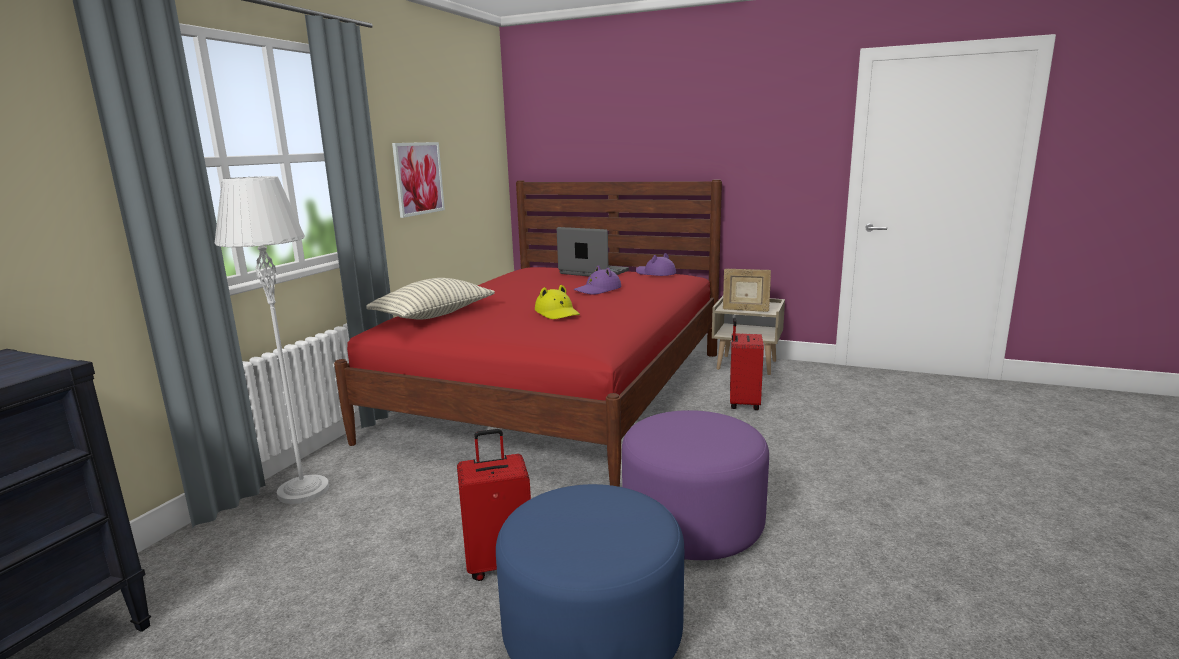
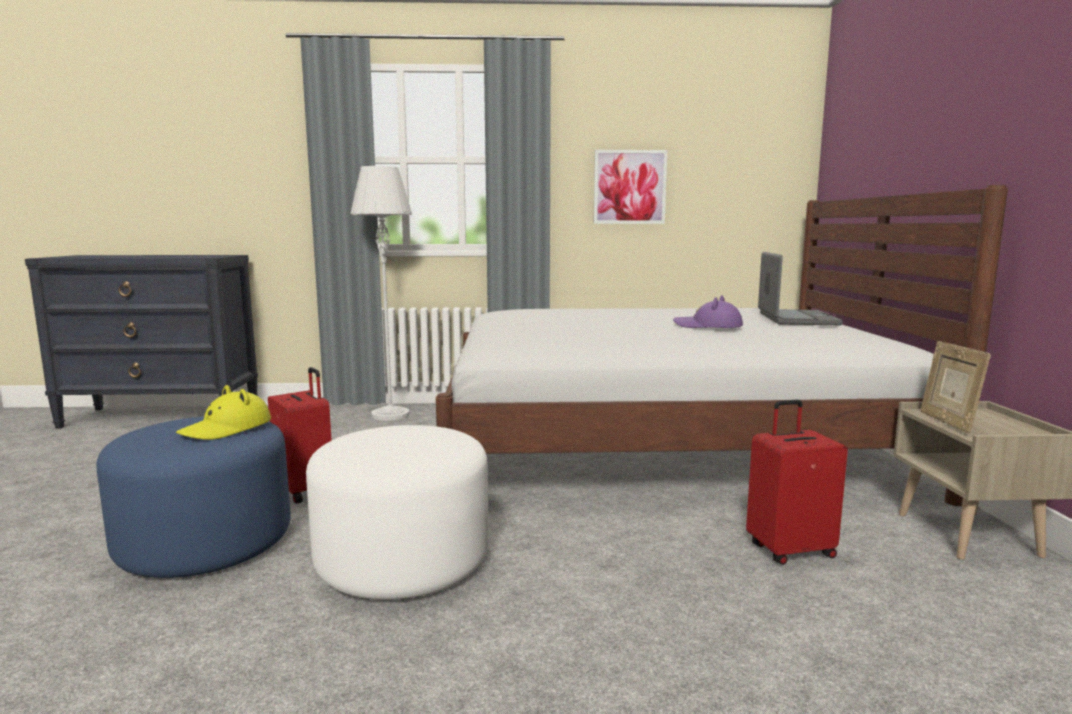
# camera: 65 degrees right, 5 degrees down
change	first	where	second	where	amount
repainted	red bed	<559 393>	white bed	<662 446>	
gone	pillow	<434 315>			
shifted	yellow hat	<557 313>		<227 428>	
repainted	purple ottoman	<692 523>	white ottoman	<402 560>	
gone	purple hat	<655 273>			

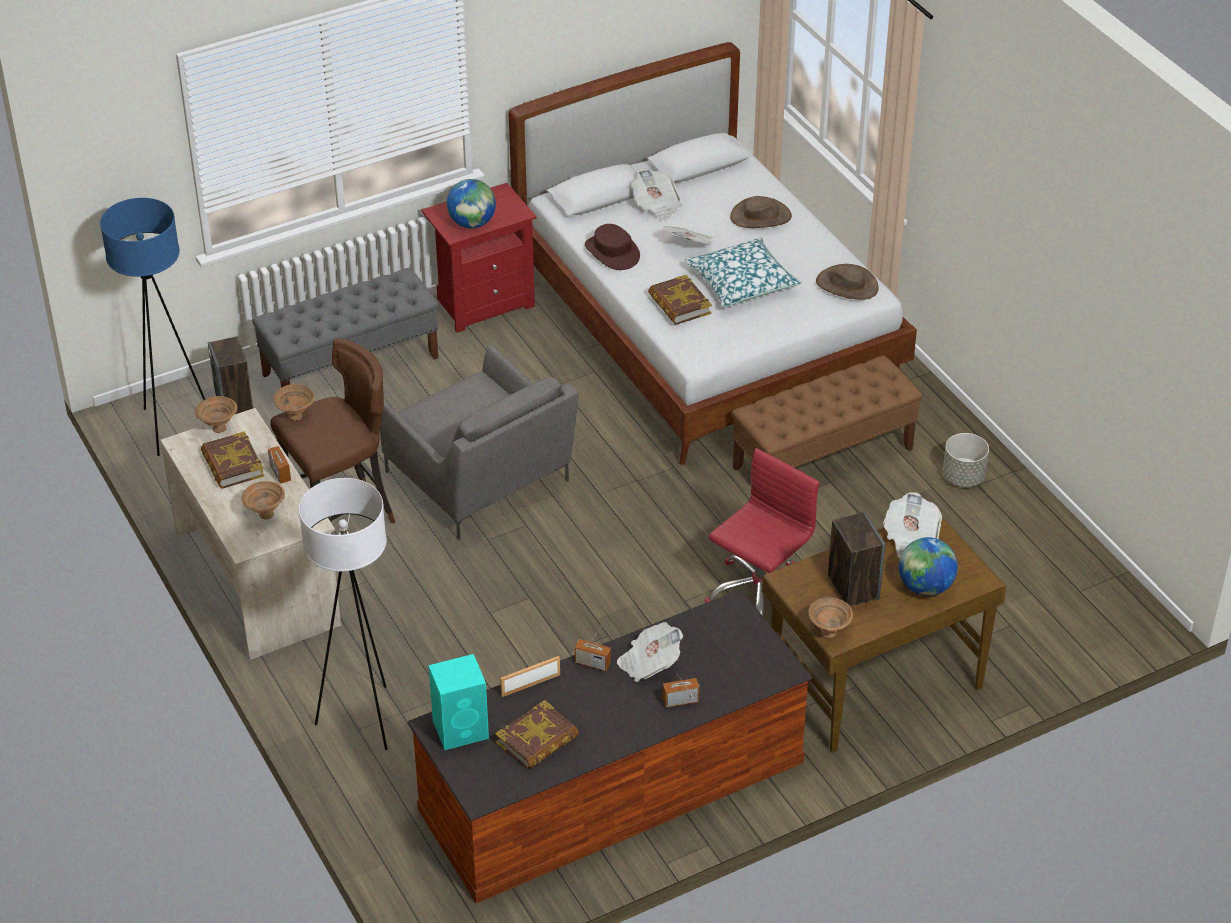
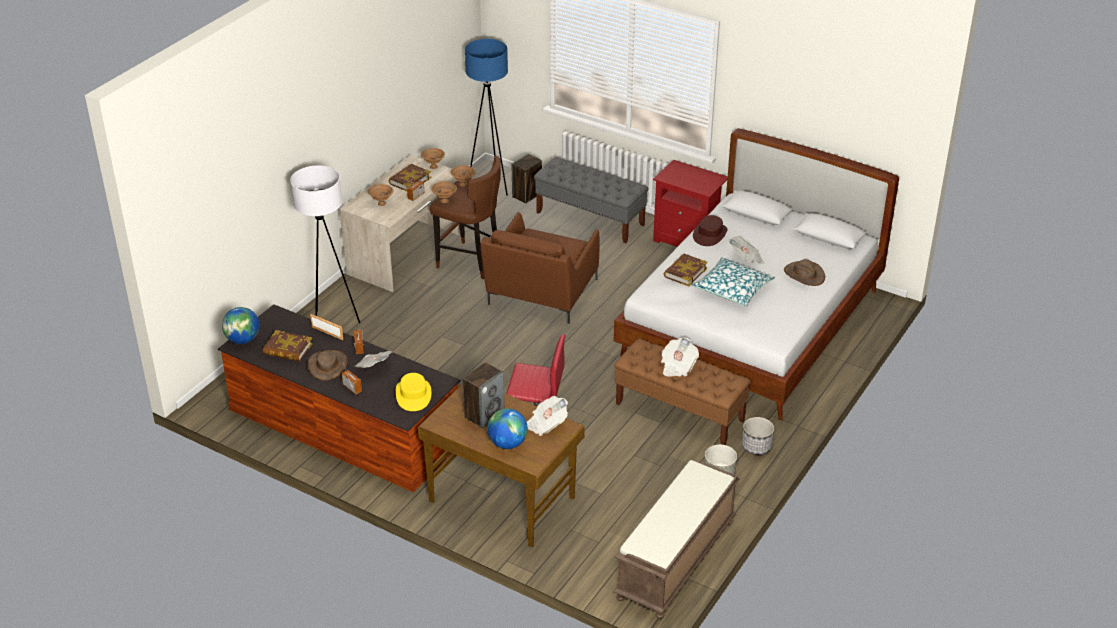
# camera: 60 degrees right, 5 degrees down
change	first	where	second	where	amount
repainted	grey armchair	<480 481>	brown armchair	<540 294>	
gone	turquoise speaker	<462 729>			
shifted	globe	<472 223>		<243 340>	
shifted	newspaper	<656 206>		<677 366>	
shifted	brown bowl	<828 632>		<445 201>	
shifted	brown hat	<847 285>		<328 365>	
new			yellow hat	<413 395>	
new			brown bench	<676 560>	
new			planter	<756 447>	

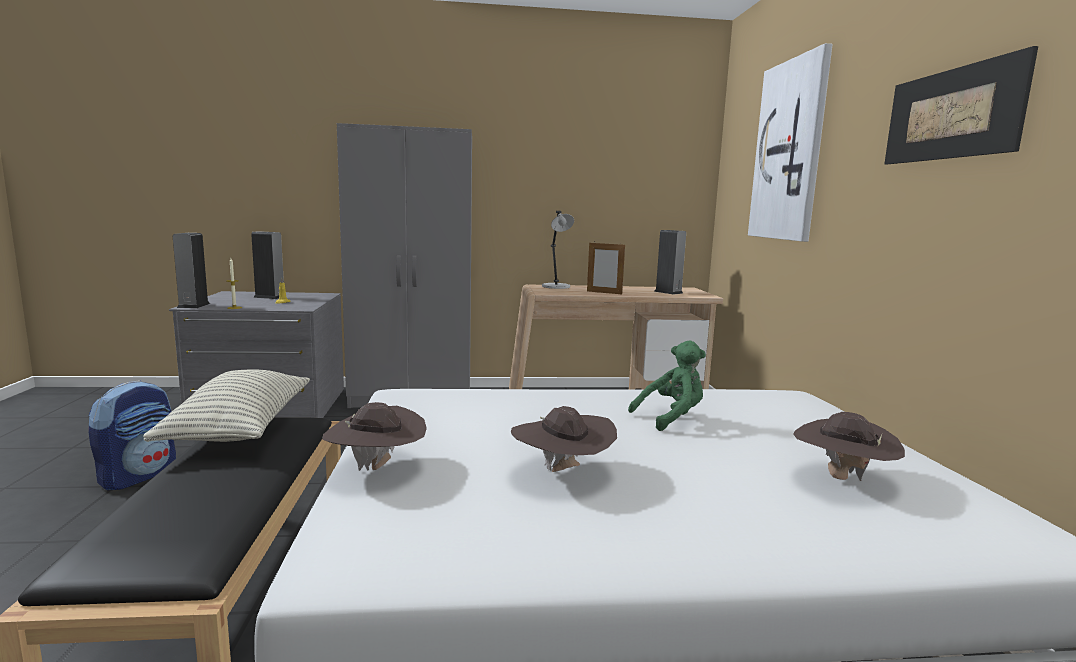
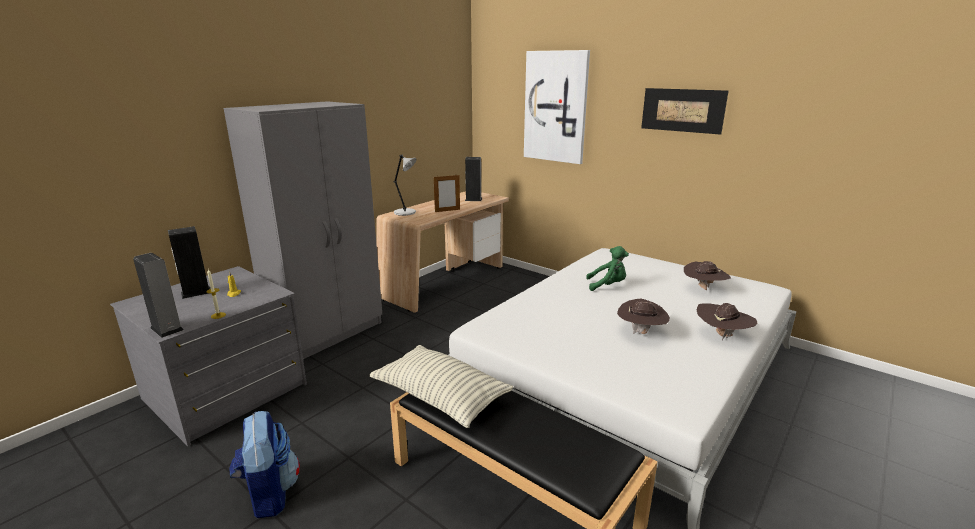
# camera: 45 degrees left, 10 degrees up
change	first	where	second	where	amount
shifted	brown hat	<377 468>		<722 335>	
rotated	green plush toy	<671 418>		<607 285>	75 degrees clockwise

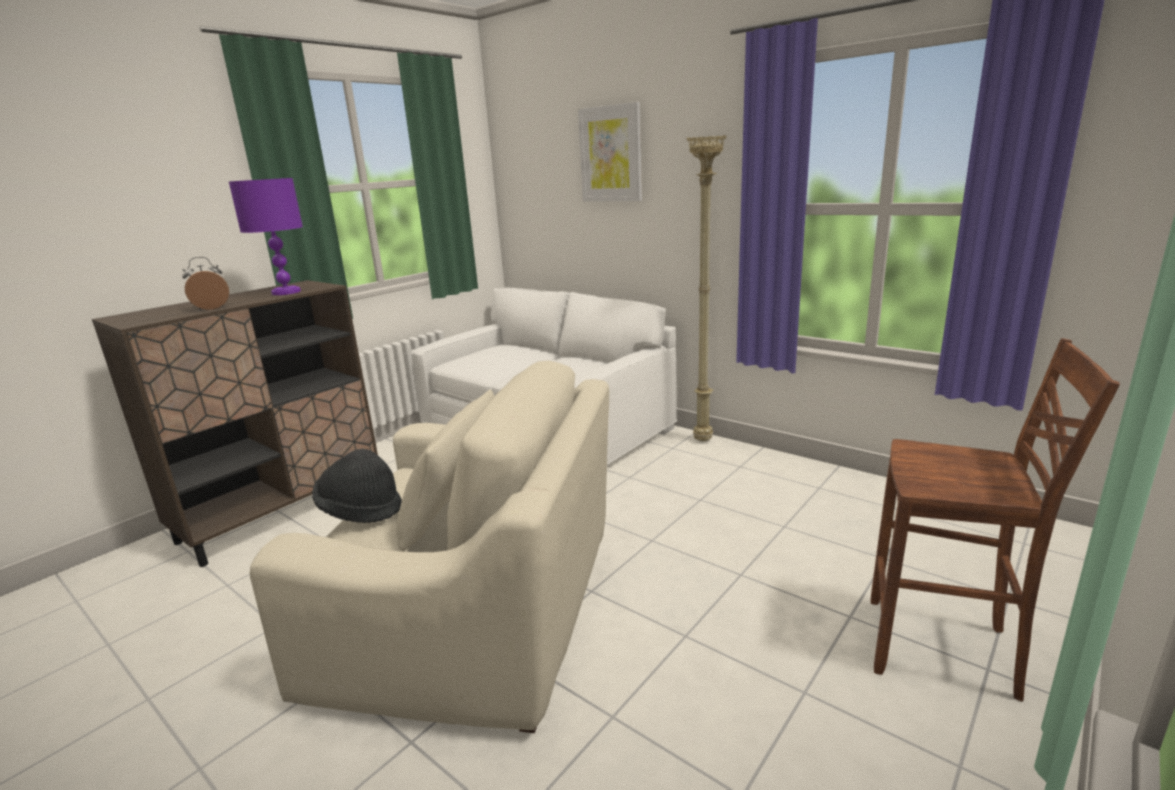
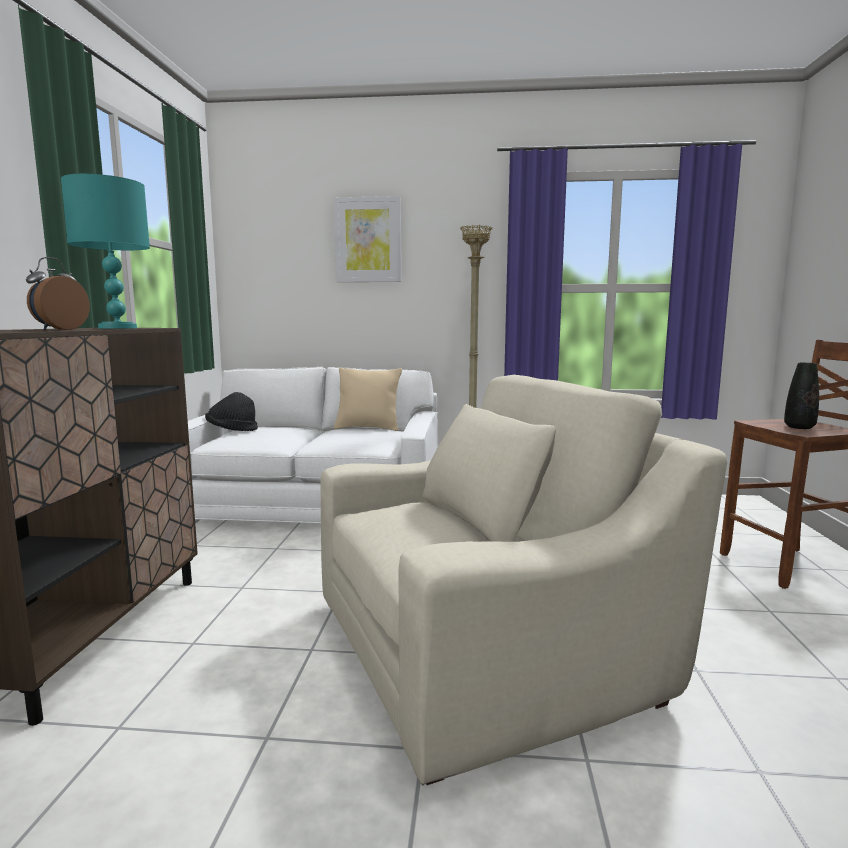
# camera: 35 degrees left, 10 degrees down
change	first	where	second	where	amount
repainted	purple table lamp	<285 292>	turquoise table lamp	<117 328>	
shifted	black hat	<360 510>		<232 431>	
new			beige pillow	<368 428>	
new			black vase	<799 427>	

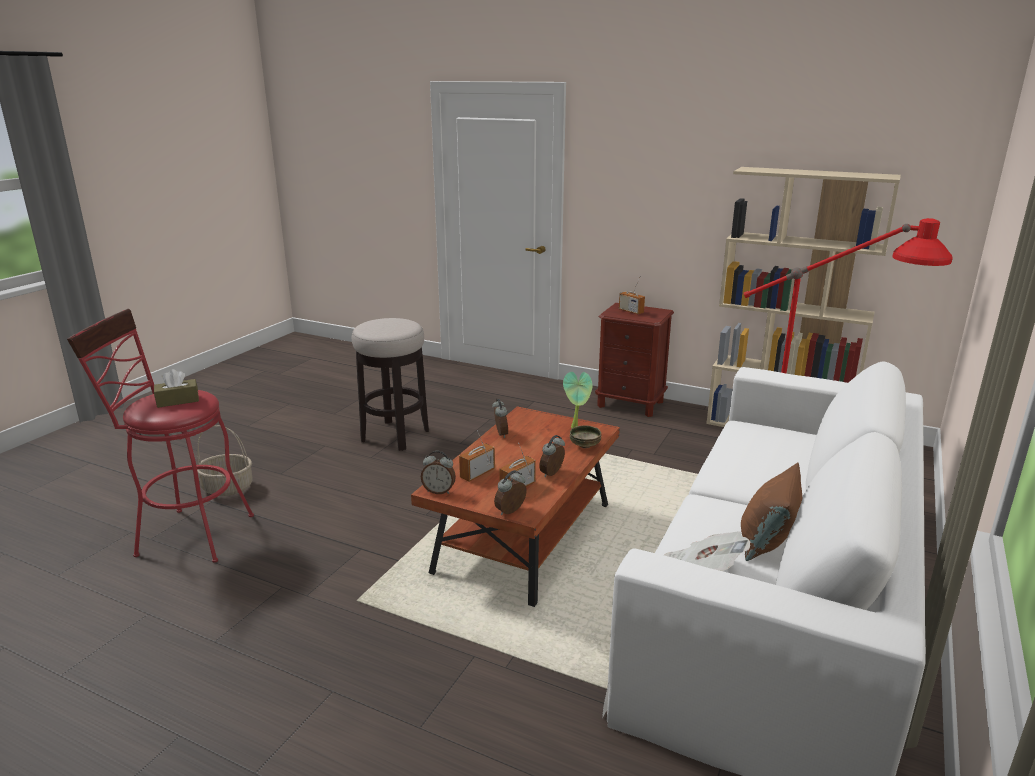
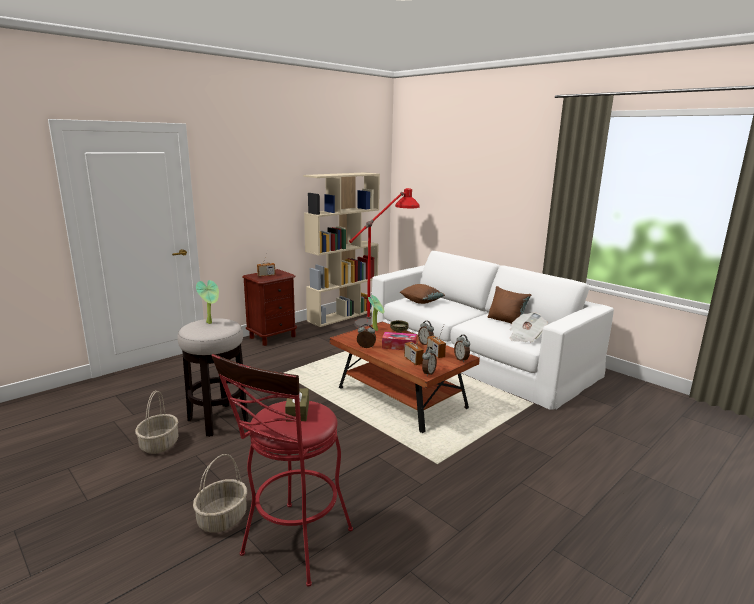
# camera: 70 degrees left, 5 degrees down
change	first	where	second	where	amount
new			basket	<159 444>	
new			potted plant	<211 322>	
new			tissue box	<399 346>	
new			brown pillow	<421 302>	

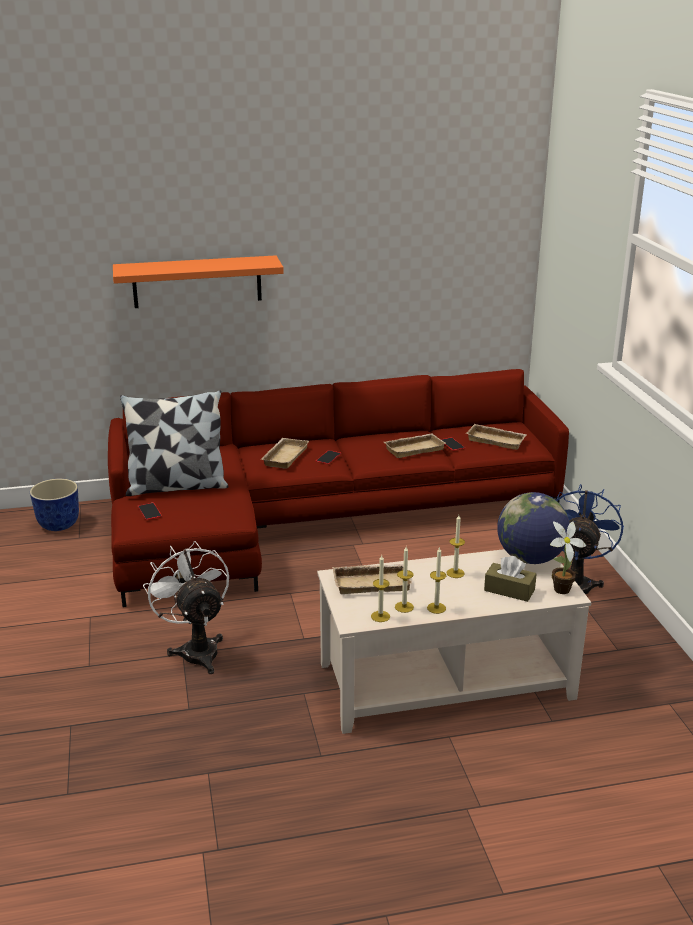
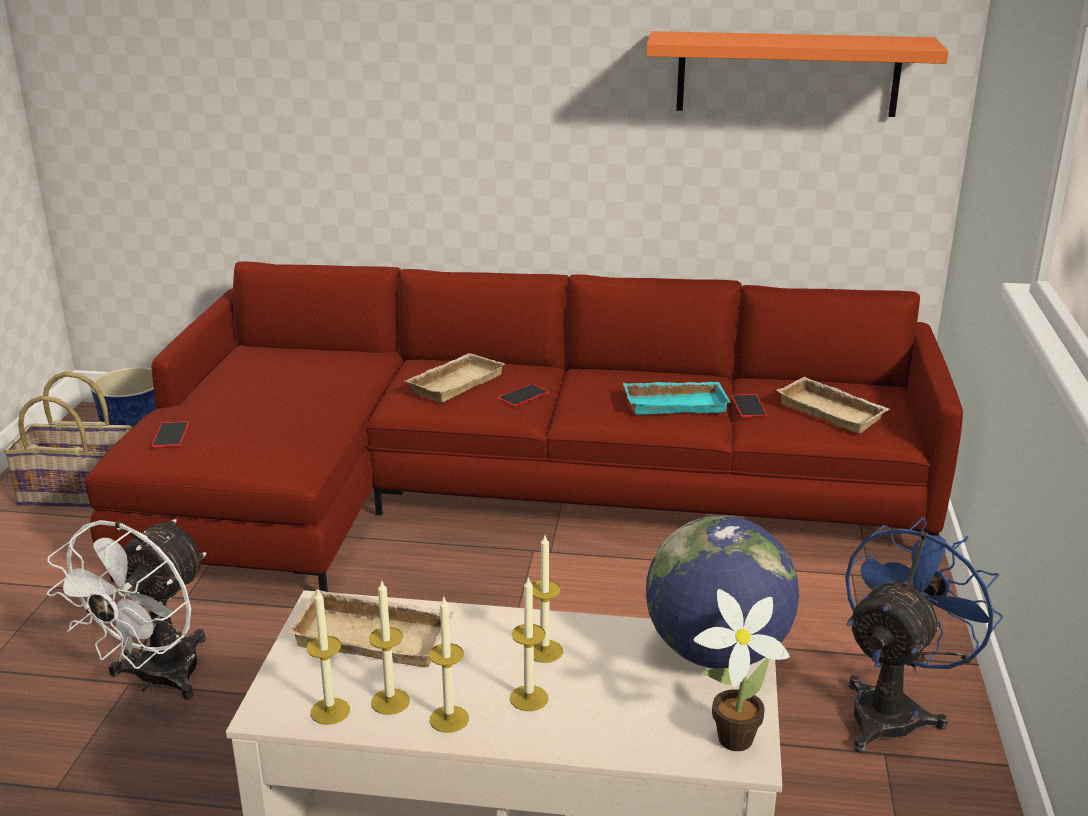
# camera: 20 degrees right, 0 degrees up
change	first	where	second	where	amount
shifted	orange shelf	<197 281>		<787 74>	
gone	pillow	<177 486>			
rotated	white fan	<196 649>		<156 680>	150 degrees counterclockwise
repainted	beige tray	<414 448>	turquoise tray	<676 403>	
gone	brown tissue box	<509 590>			
new			basket	<81 492>	
new			candle	<529 698>	

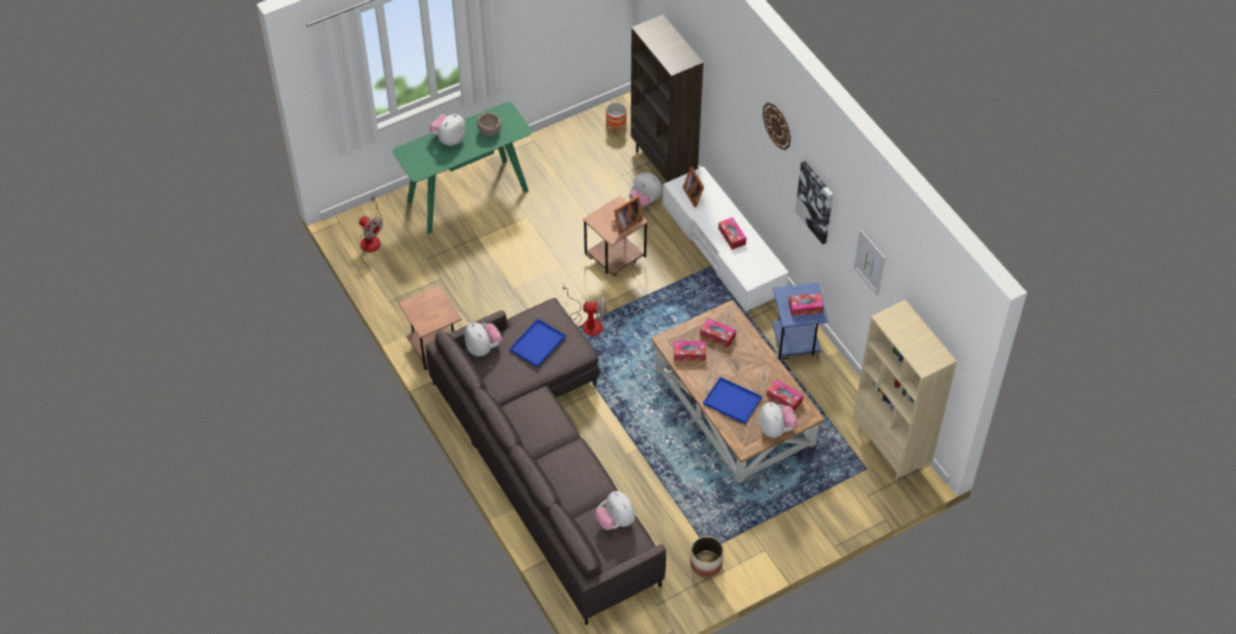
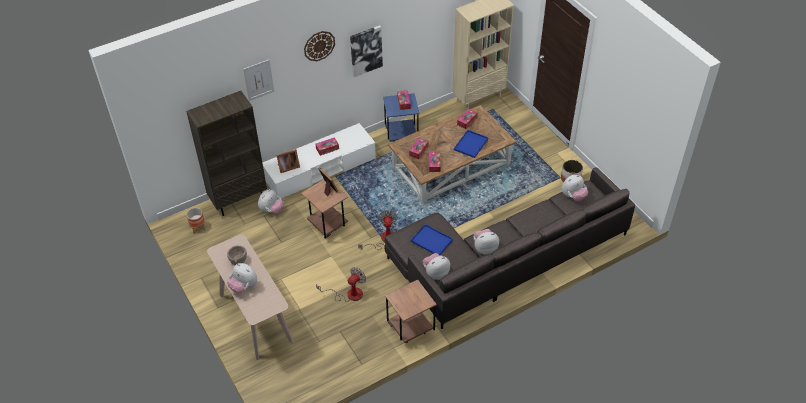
# camera: 90 degrees left, 5 degrees down
change	first	where	second	where	amount
shifted	fan	<371 238>		<349 294>	
repainted	green console table	<467 196>	beige console table	<255 318>	
shifted	plush toy	<776 429>		<484 248>	
shifted	picture	<869 262>		<258 80>	

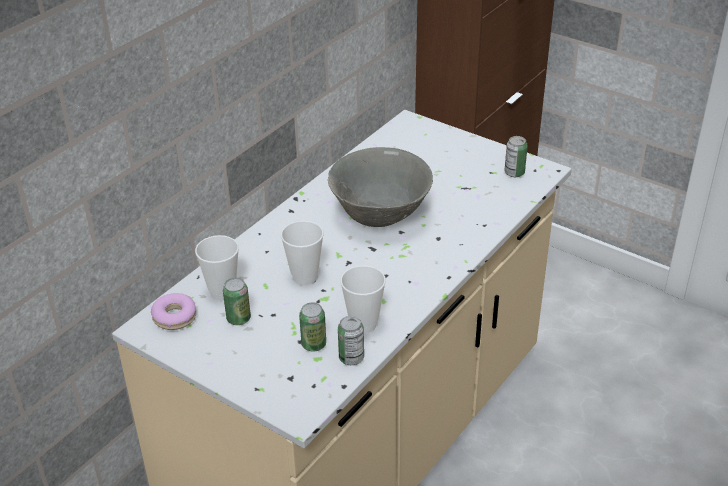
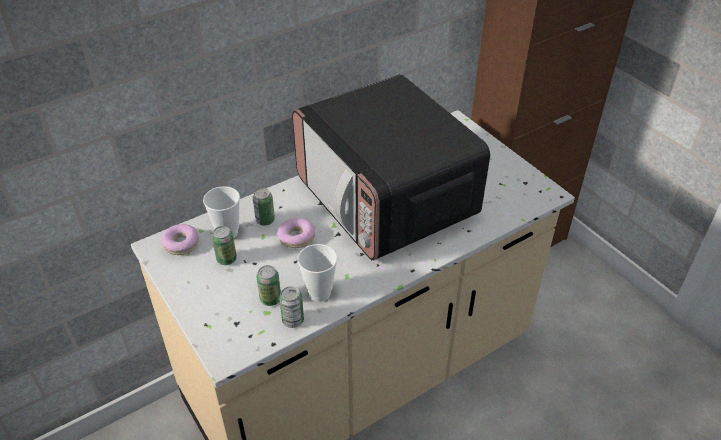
# camera: 20 degrees right, 5 degrees up
change	first	where	second	where	amount
swapped	cup	<305 277>	donut	<296 237>	
swapped	grey bowl	<380 216>	microwave	<386 200>	
shifted	can	<514 173>		<265 220>	

